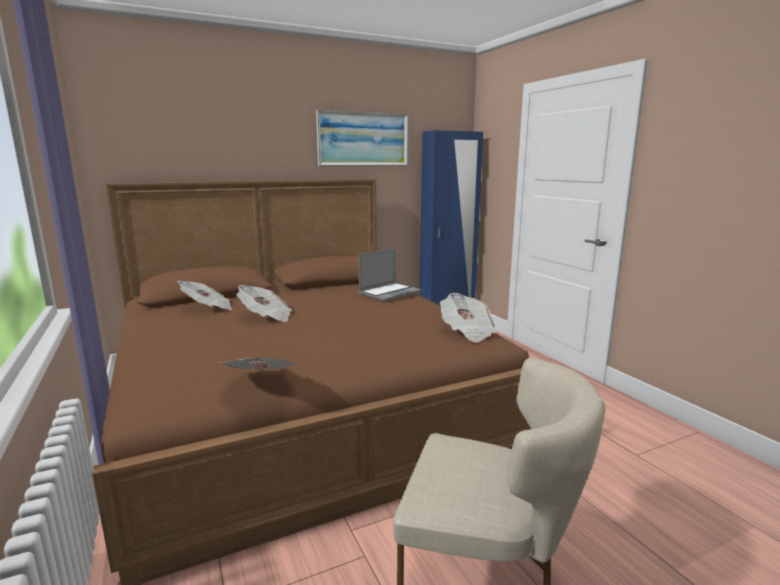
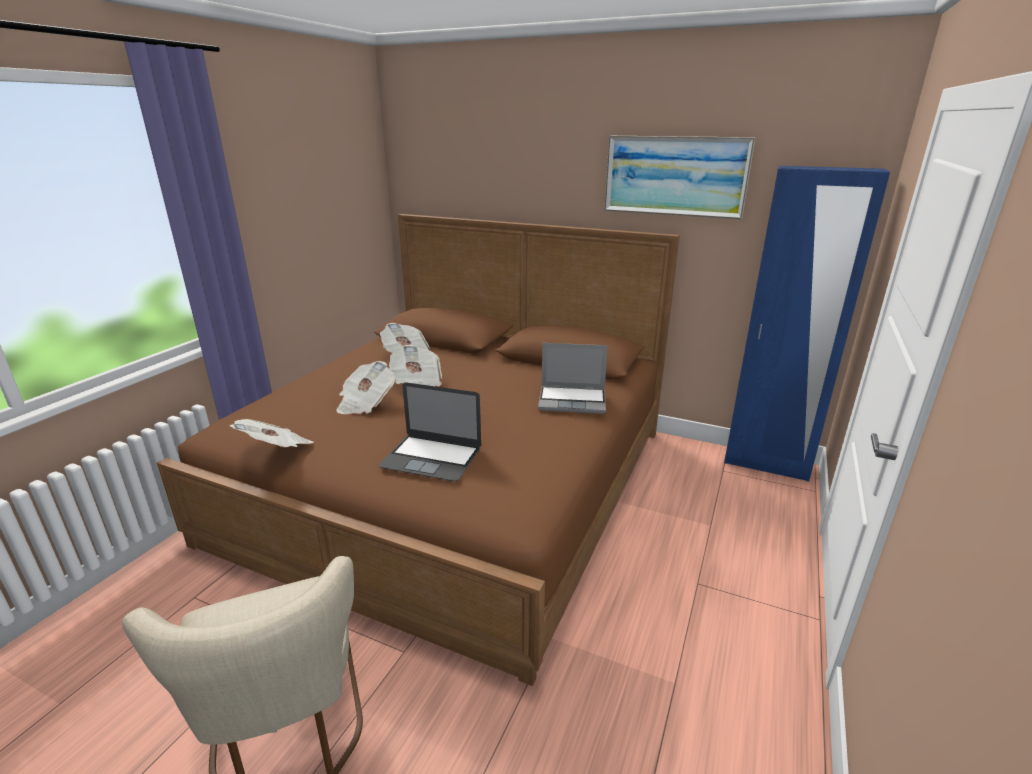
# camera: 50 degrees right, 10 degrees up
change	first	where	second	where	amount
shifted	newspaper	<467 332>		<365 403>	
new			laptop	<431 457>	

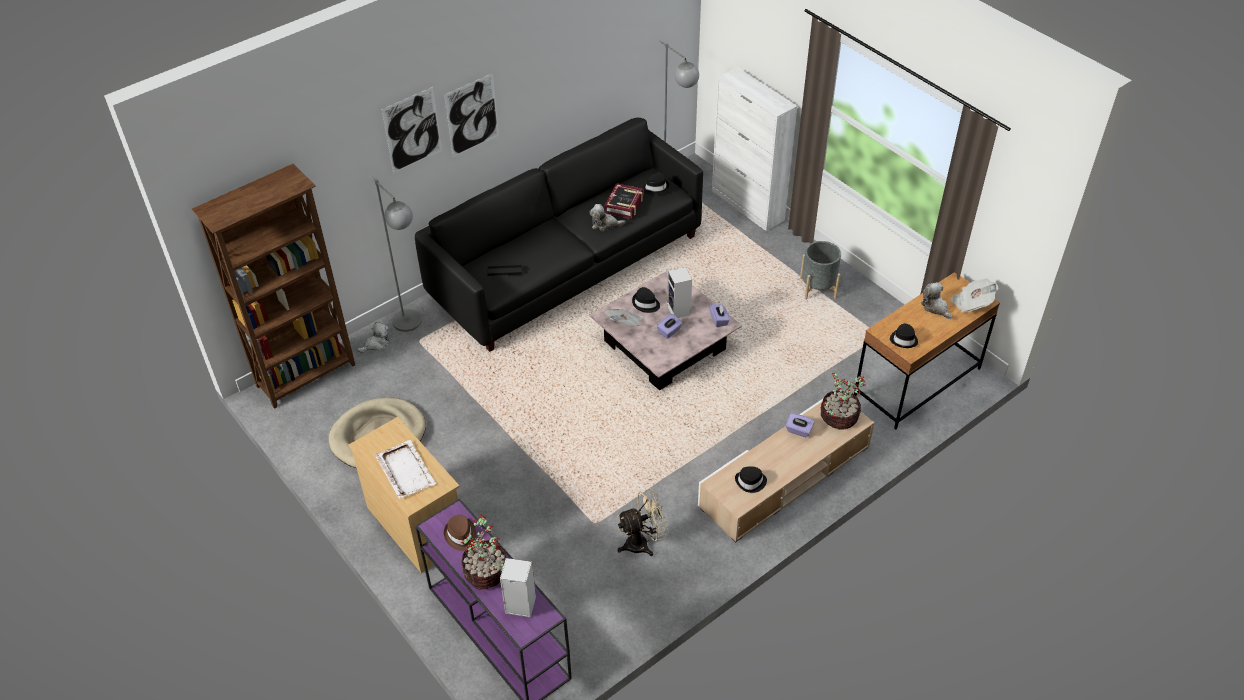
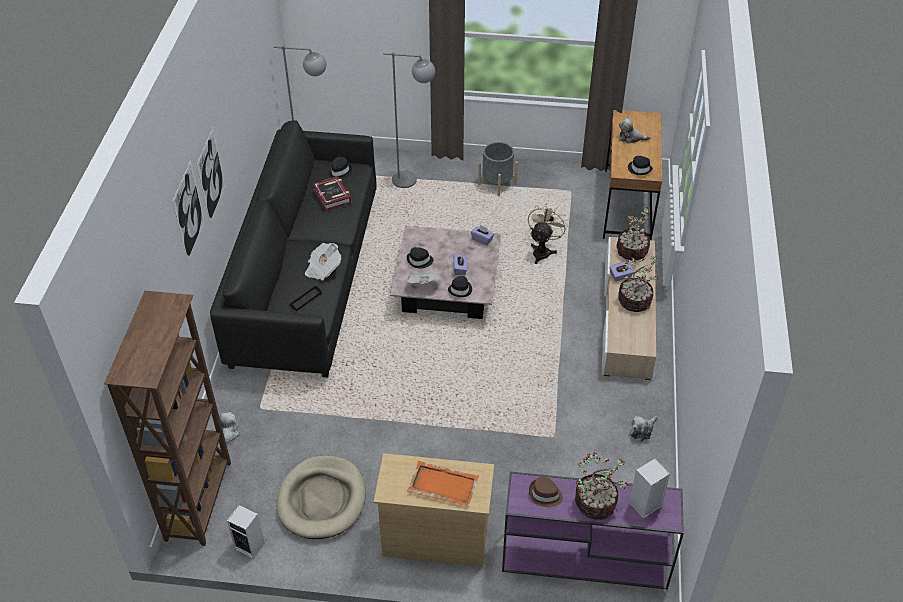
# camera: 45 degrees left, 0 degrees up
change	first	where	second	where	amount
shifted	grey floor lamp	<413 327>		<413 181>	
repainted	white tray	<405 470>	orange tray	<442 485>	
shifted	plush toy	<605 224>		<642 430>	
shifted	beige fan	<642 543>		<543 251>	
shifted	speaker	<679 310>		<251 546>	
gone	white cabinet	<748 206>			
shifted	black hat	<750 482>		<460 290>	
shifted	newspaper	<971 303>		<323 269>	
new			potted plant	<635 301>	

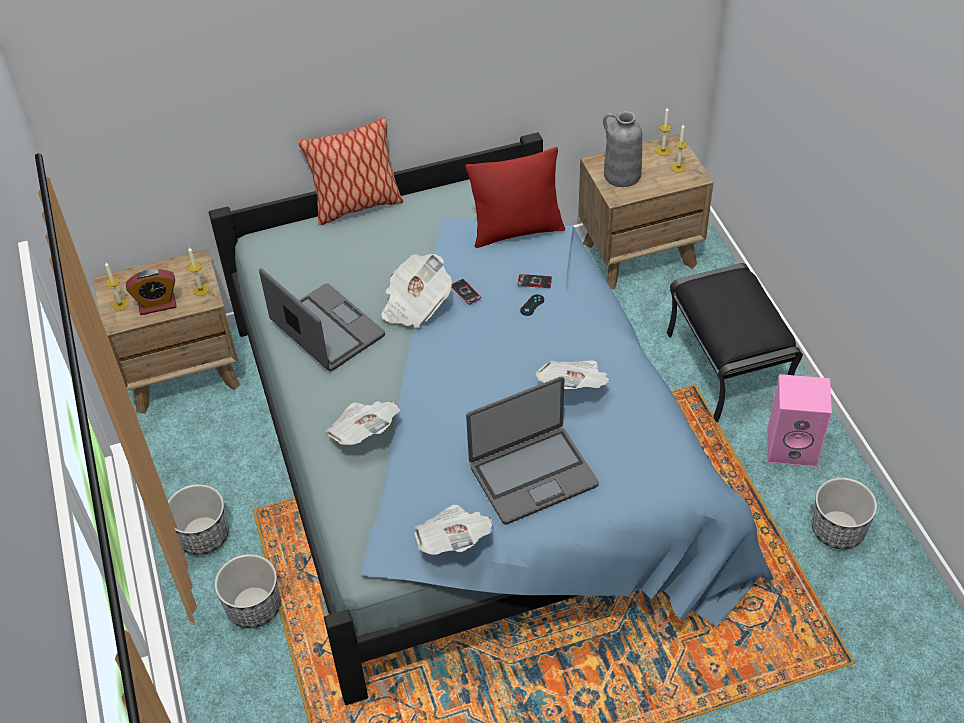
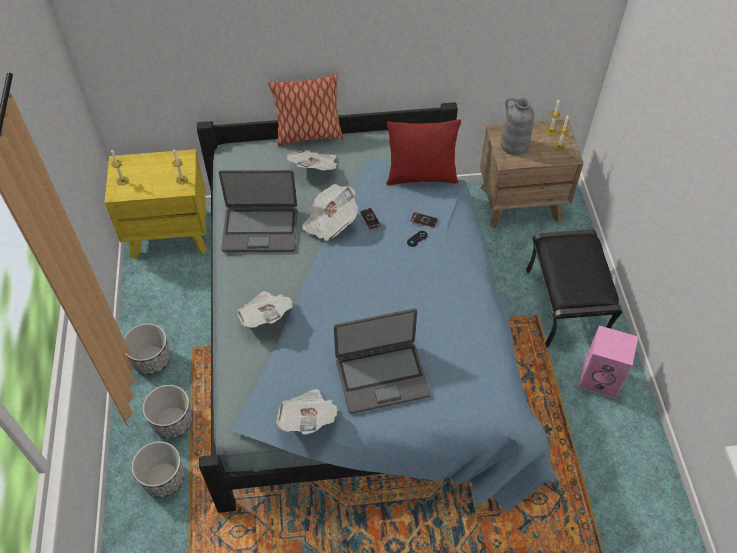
# camera: 10 degrees right, 5 degrees up
change	first	where	second	where	amount
repainted	brown nightstand	<183 372>	yellow nightstand	<170 233>	
gone	alarm clock	<157 305>			
rotated	laptop	<326 330>		<260 229>	120 degrees clockwise
shifted	newspaper	<574 386>		<315 169>	
shifted	planter	<837 529>		<164 478>	

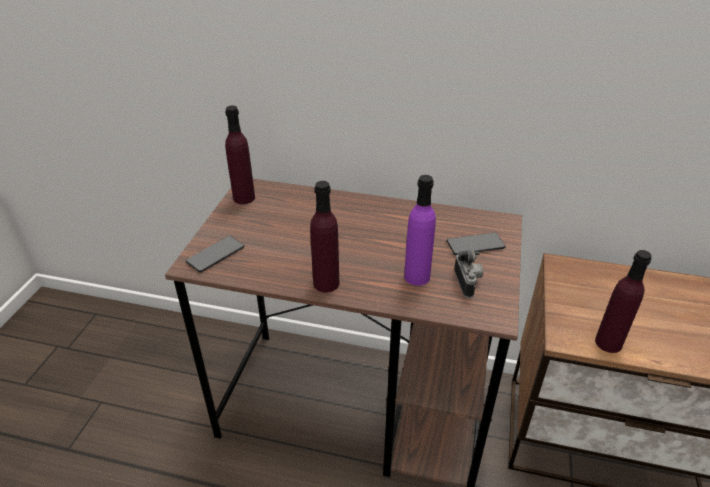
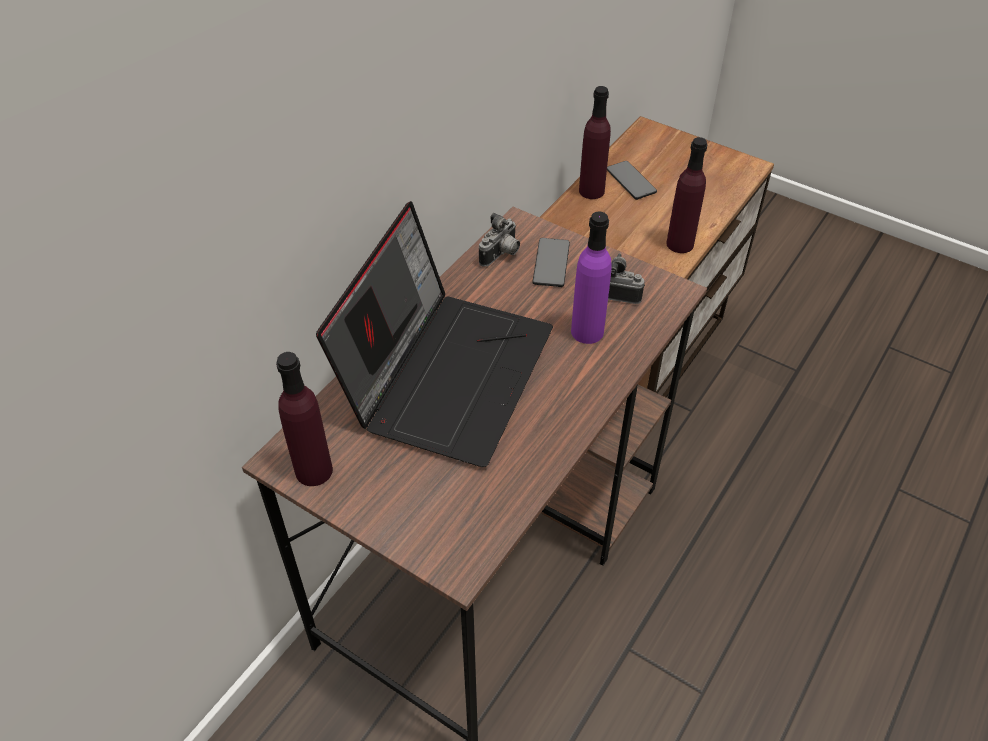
# camera: 70 degrees left, 10 degrees up
change	first	where	second	where	amount
shifted	phone	<215 255>		<630 181>	
shifted	purple bottle	<326 283>		<591 191>	
new			laptop	<447 372>	
new			photo camera	<501 255>	

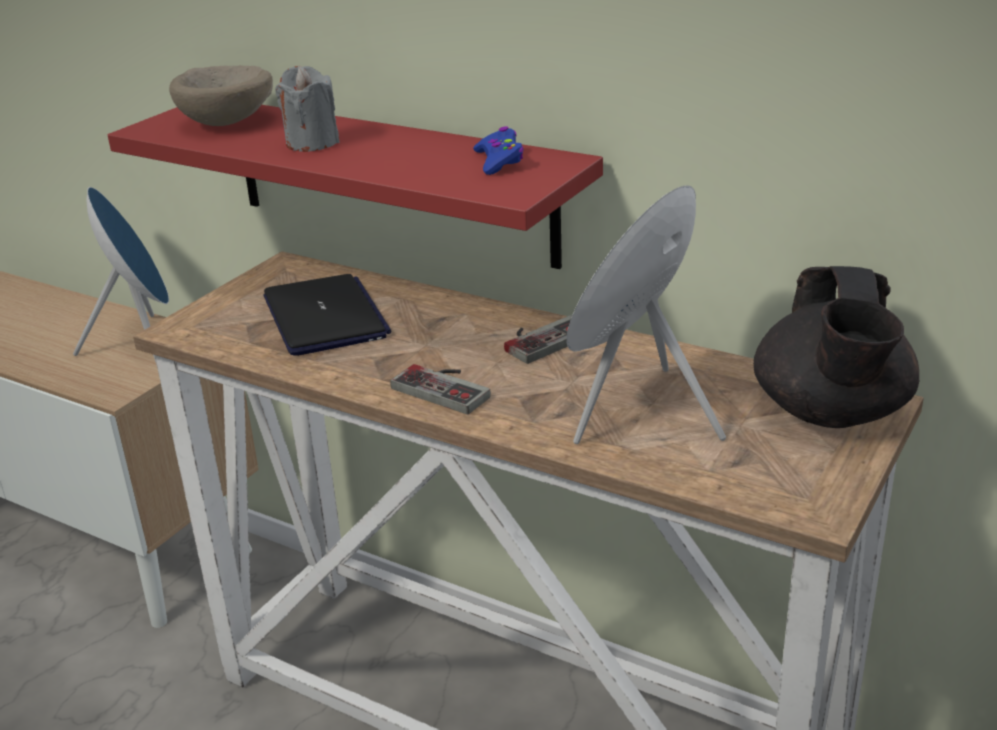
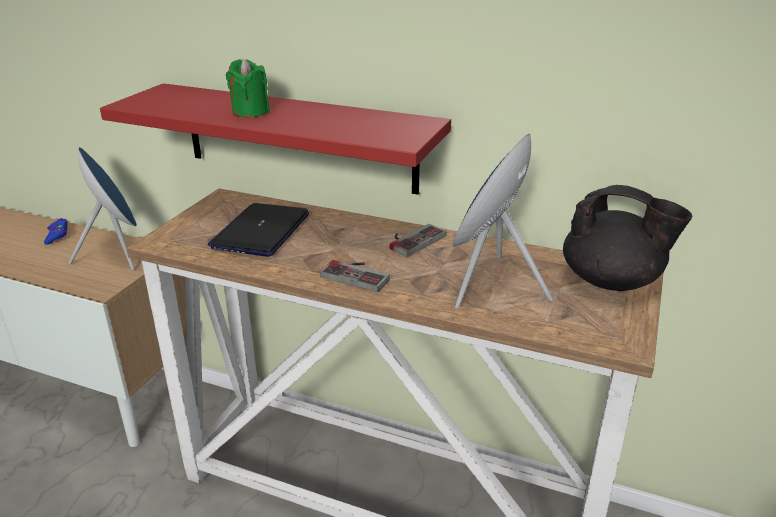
# camera: 10 degrees left, 0 degrees up
change	first	where	second	where	amount
gone	beige bowl	<229 122>			
rotated	laptop	<325 317>		<261 231>	135 degrees counterclockwise
repainted	grey candle	<312 143>	green candle	<250 112>	
shifted	blue game controller	<499 161>		<57 235>	
rotated	black teapot	<830 414>		<612 281>	60 degrees counterclockwise

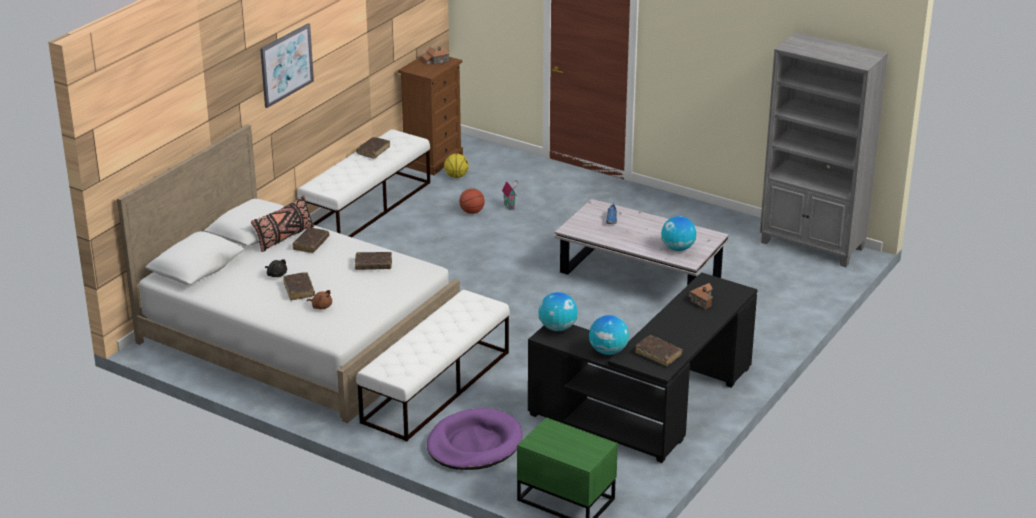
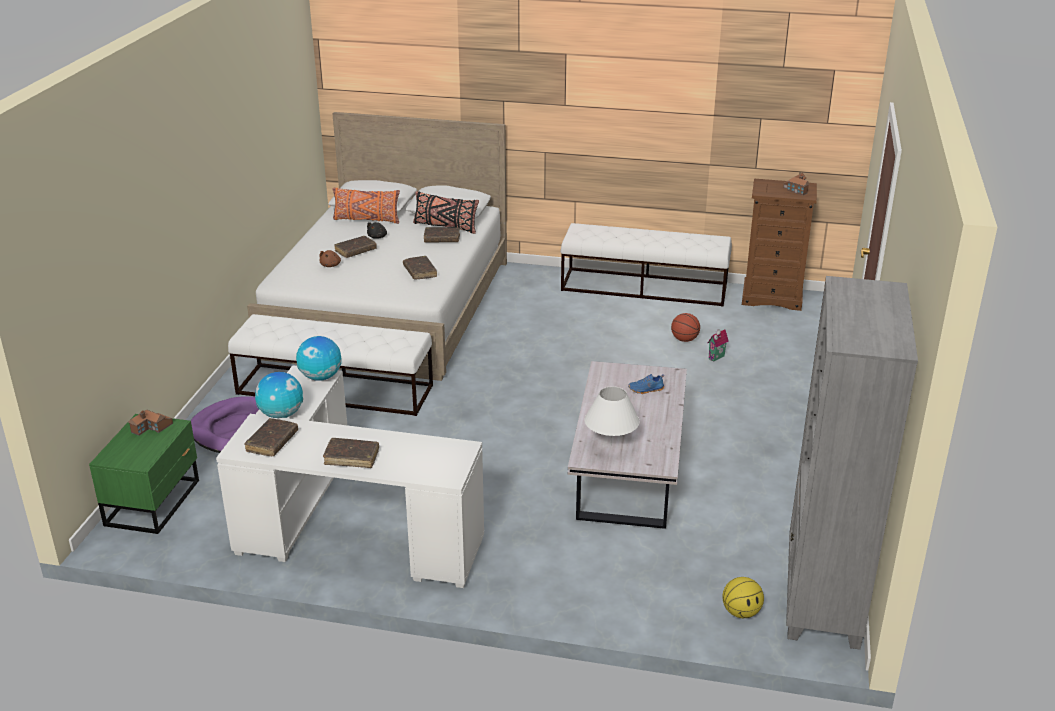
# camera: 70 degrees right, 0 degrees up
change	first	where	second	where	amount
gone	picture	<286 65>			
shifted	brown book	<373 151>		<351 457>	
shifted	basketball	<456 176>		<741 612>	
repainted	black desk	<653 408>	white desk	<344 528>	
swapped	globe	<677 248>	white table lamp	<610 445>	
shifted	toy house	<701 300>		<152 427>	
new			orange pillow	<366 219>	

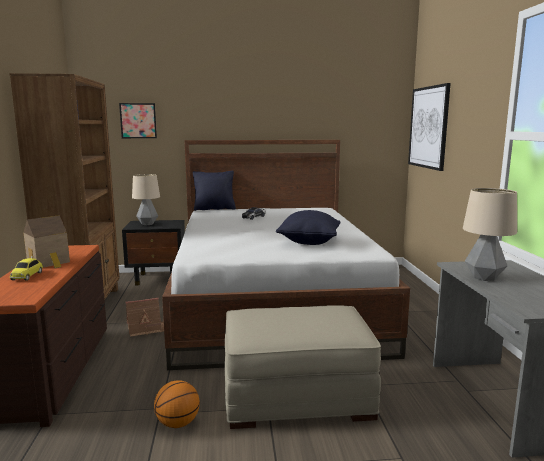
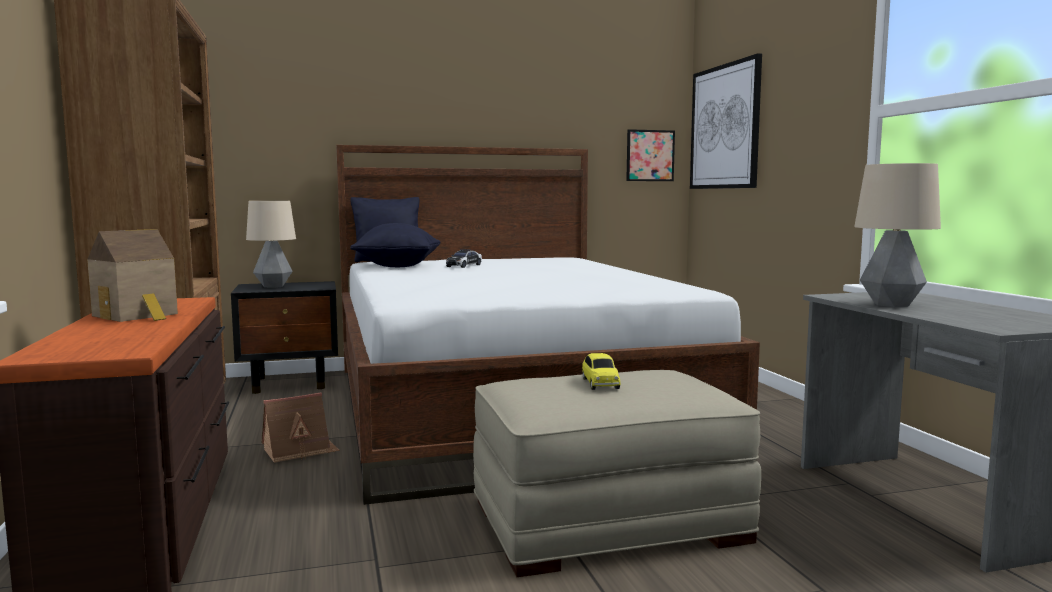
# camera: 10 degrees left, 5 degrees down
change	first	where	second	where	amount
shifted	toy car	<27 276>		<600 383>	
shifted	picture	<138 120>		<650 155>	
gone	basketball	<177 423>			
shifted	black pillow	<309 242>		<398 266>	

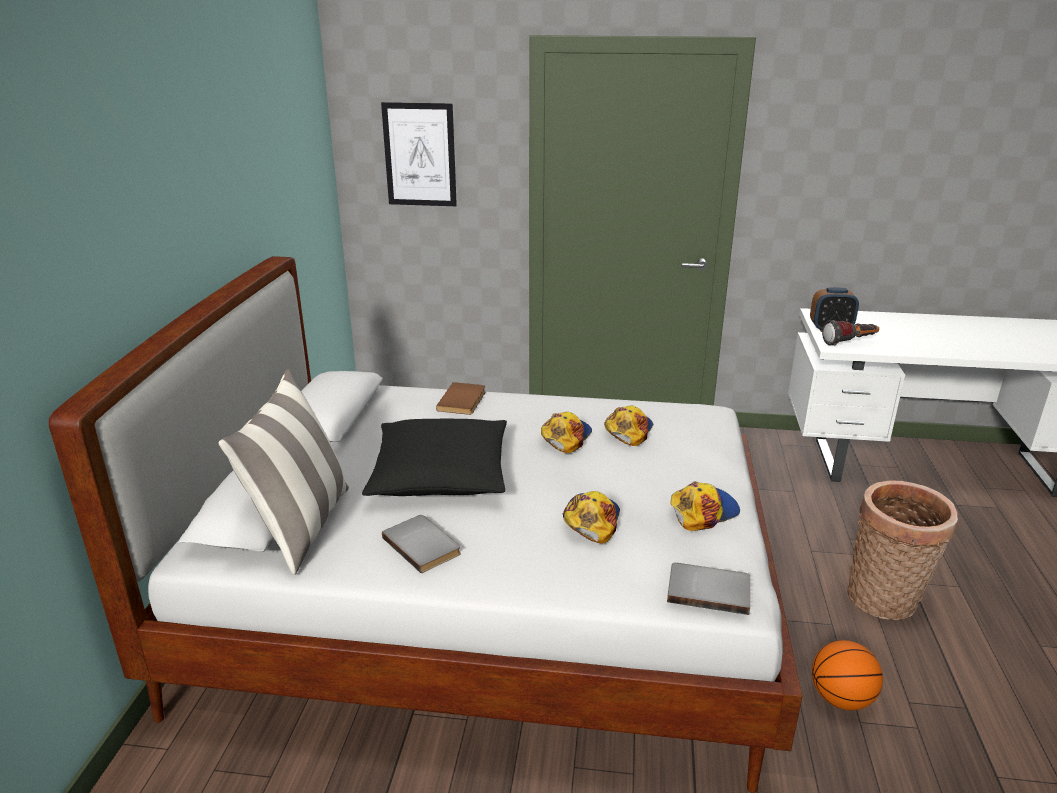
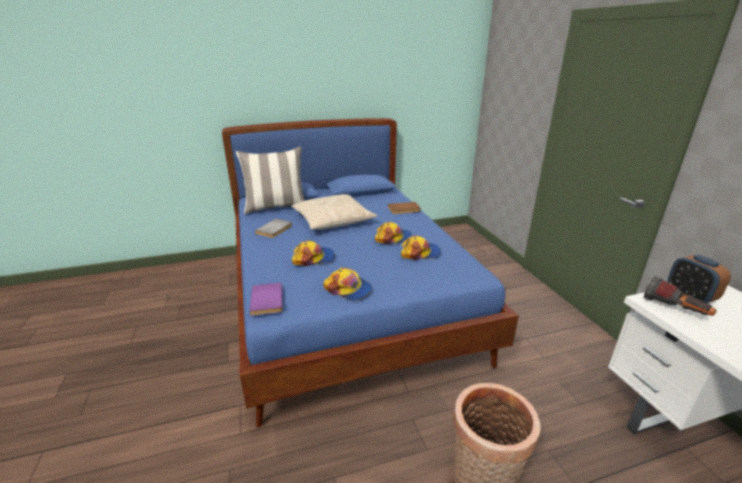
# camera: 65 degrees right, 0 degrees up
change	first	where	second	where	amount
repainted	white bed	<486 605>	blue bed	<346 301>	
repainted	black pillow	<440 474>	beige pillow	<333 220>	
gone	picture	<420 155>			
repainted	grey book	<708 589>	purple book	<268 300>	
gone	basketball	<841 699>			

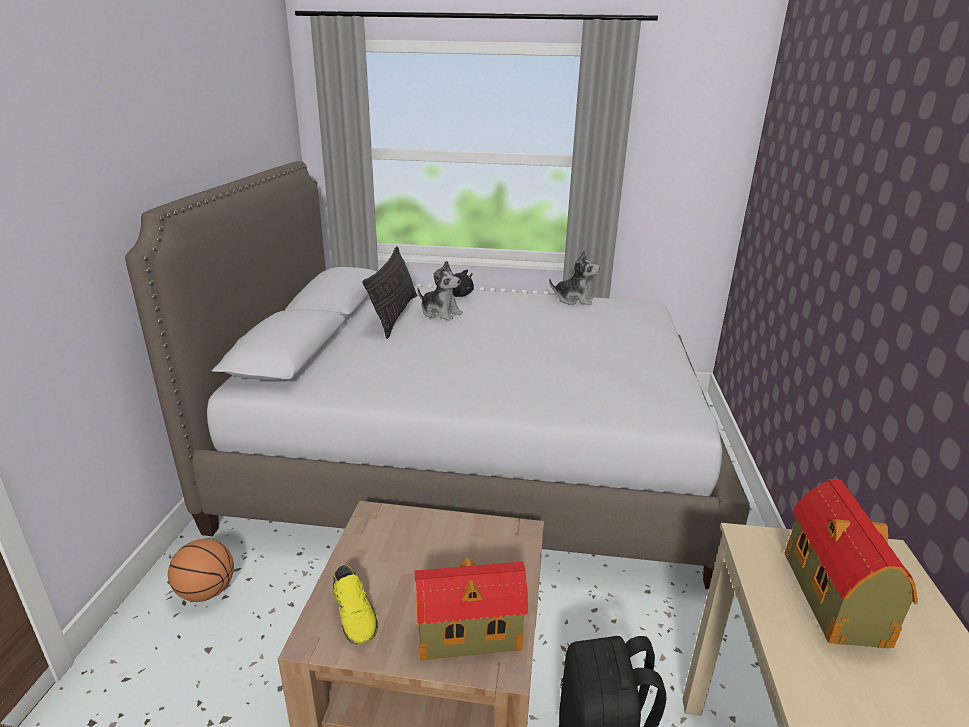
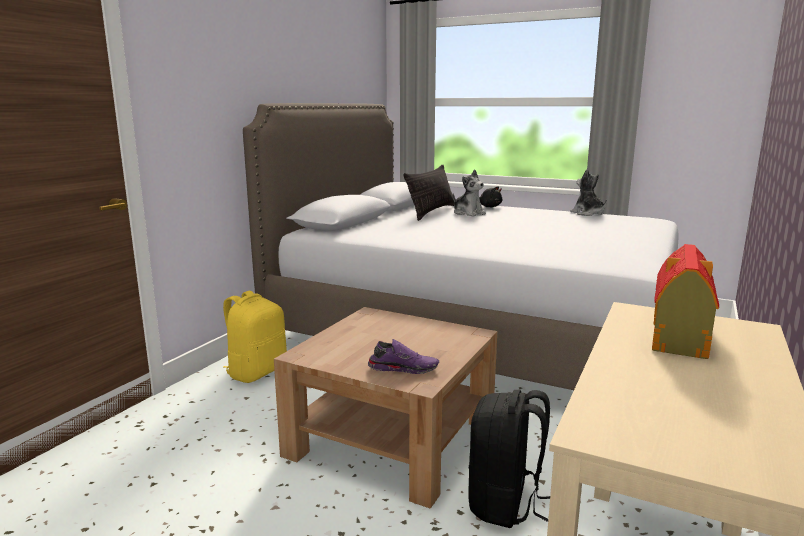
# camera: 20 degrees right, 10 degrees down
change	first	where	second	where	amount
swapped	basketball	<206 592>	yellow backpack	<256 372>	
gone	yellow shoe	<355 613>			
swapped	toy house	<466 634>	purple shoe	<403 368>	
rotated	plush toy	<574 300>		<587 213>	150 degrees counterclockwise

